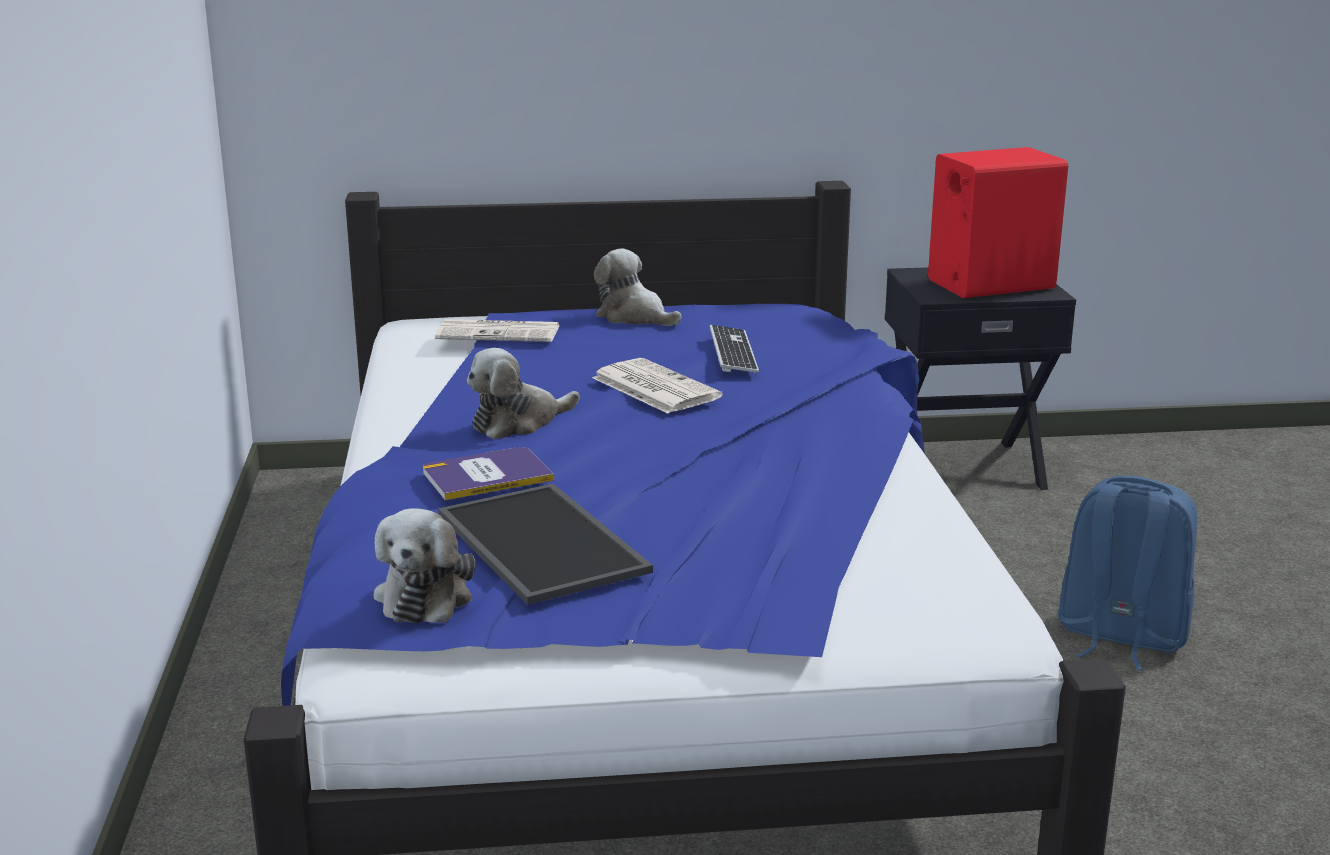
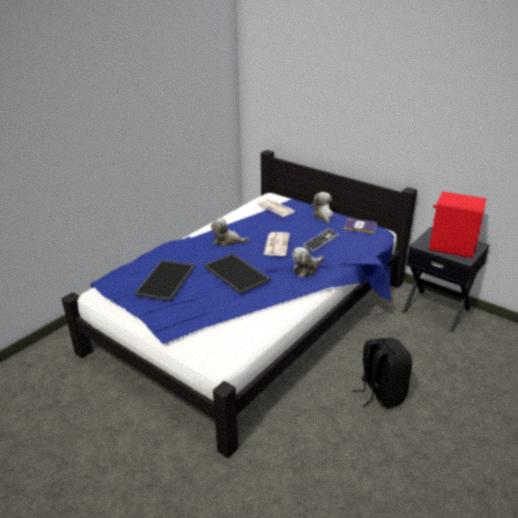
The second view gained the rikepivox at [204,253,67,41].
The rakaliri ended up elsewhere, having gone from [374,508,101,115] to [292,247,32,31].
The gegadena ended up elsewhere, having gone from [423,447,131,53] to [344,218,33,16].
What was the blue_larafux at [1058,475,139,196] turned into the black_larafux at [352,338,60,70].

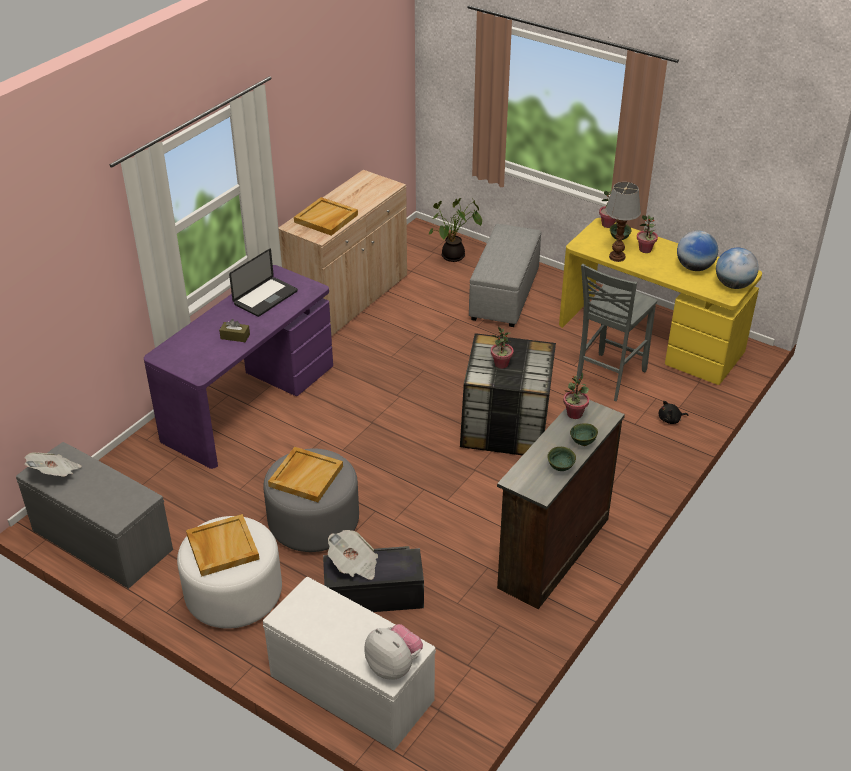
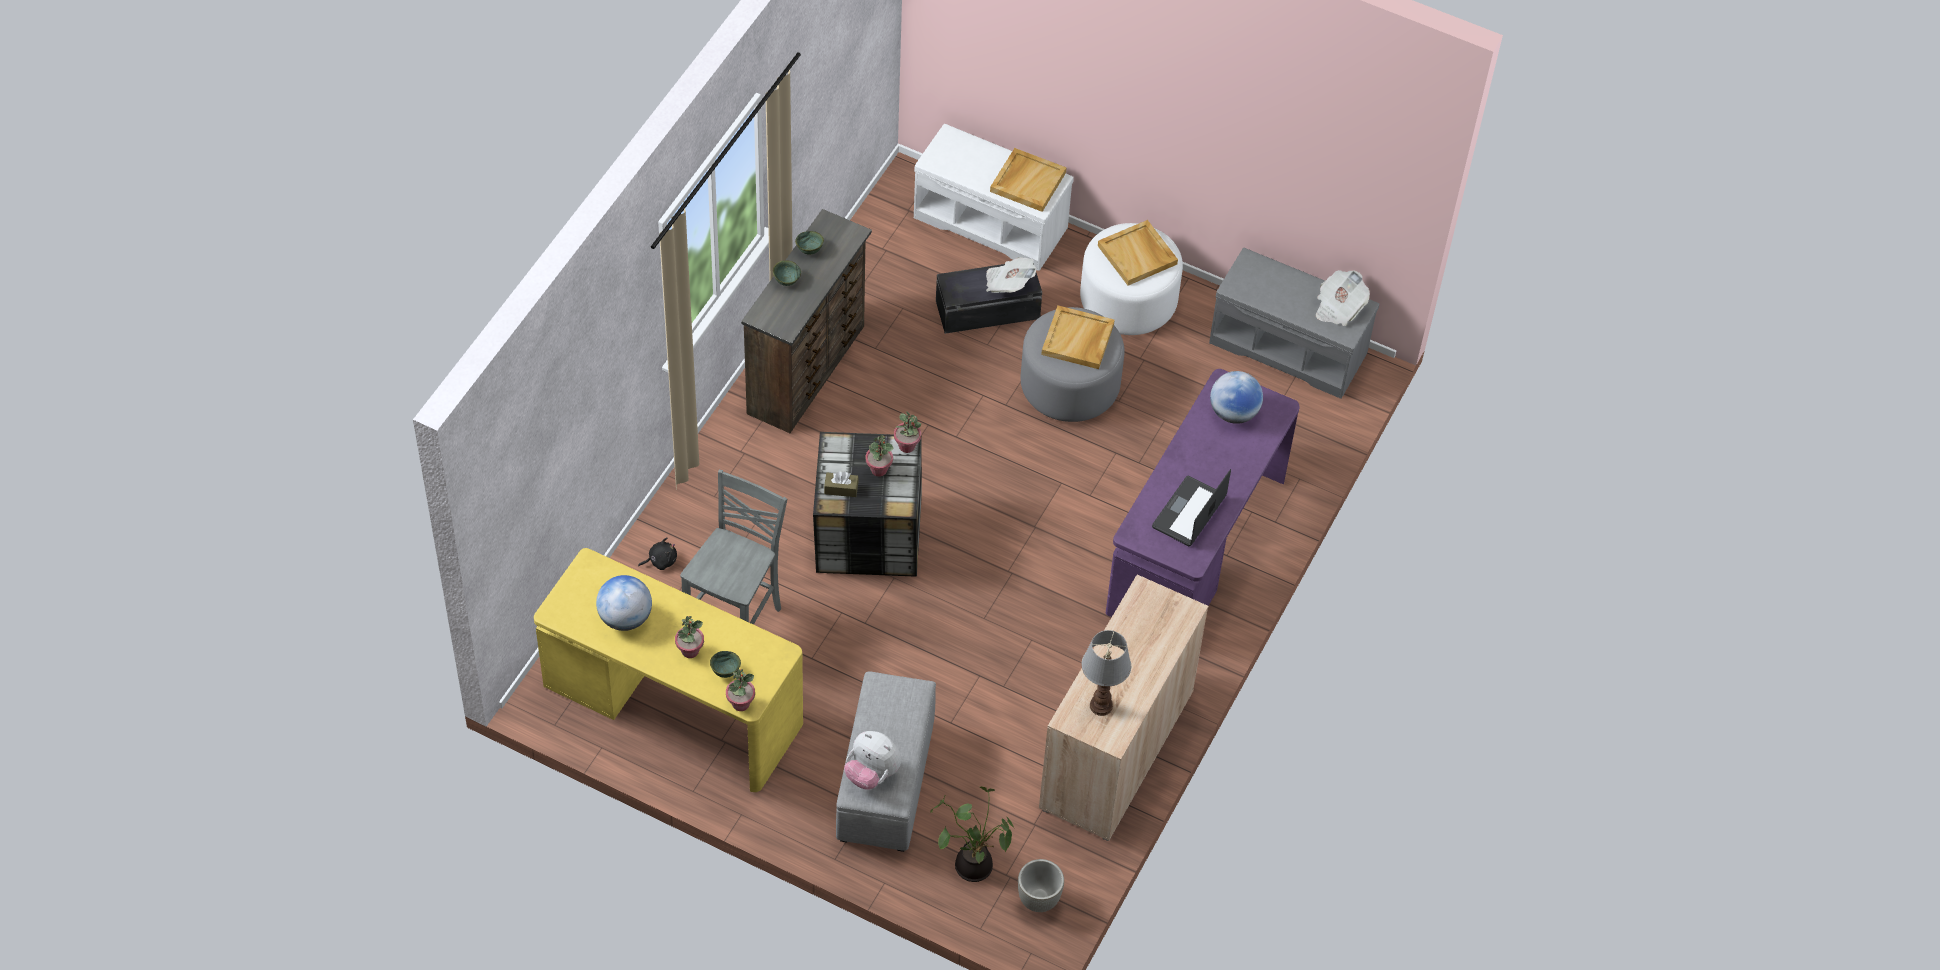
The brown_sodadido ended up elsewhere, having gone from [219,319,31,23] to [824,472,35,25].
The rakaliri ended up elsewhere, having gone from [364,624,59,56] to [844,731,57,59].
The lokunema ended up elsewhere, having gone from [563,372,26,47] to [894,412,27,41].
The beige_rikepivox ended up elsewhere, having gone from [294,197,64,39] to [990,148,77,64].
The second view gained the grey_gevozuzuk at [1018,859,46,53].
The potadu ended up elsewhere, having gone from [605,182,36,80] to [1081,630,50,86].
The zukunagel ended up elsewhere, having gone from [716,248,43,41] to [1210,371,53,53].

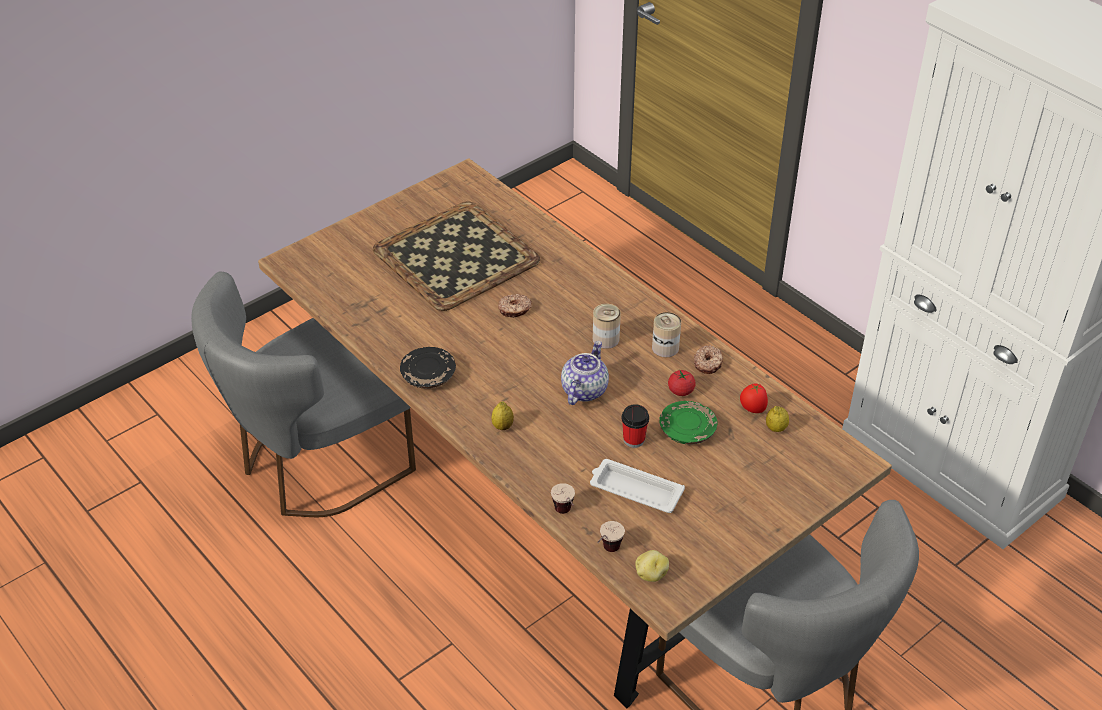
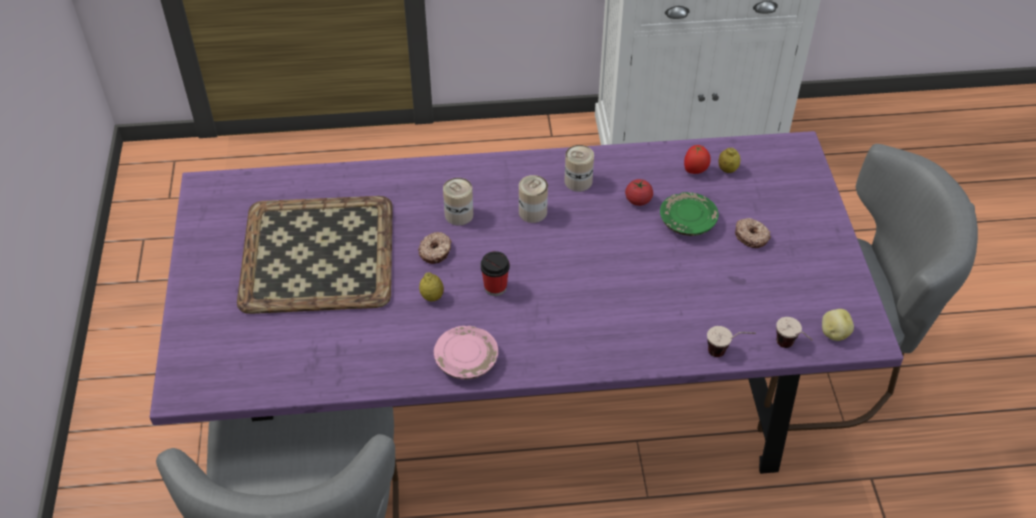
What was the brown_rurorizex at [258,158,634,550] turned into the purple_rurorizex at [150,131,753,343].
The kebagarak ended up elsewhere, having gone from [492,401,22,29] to [419,272,25,29].
What was the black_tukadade at [400,347,56,42] turned into the pink_tukadade at [434,326,64,53].
The second view gained the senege at [443,178,30,48].
The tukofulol ended up elsewhere, having gone from [621,404,28,44] to [480,251,30,45].
The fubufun ended up elsewhere, having gone from [694,345,29,29] to [735,218,36,30].
The second view lost the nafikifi at [561,341,48,64].
The second view lost the white_rikepivox at [590,459,95,54].

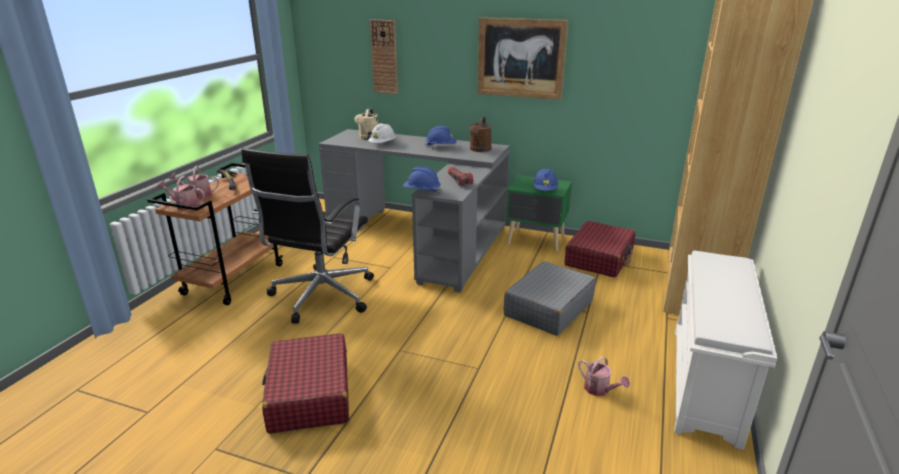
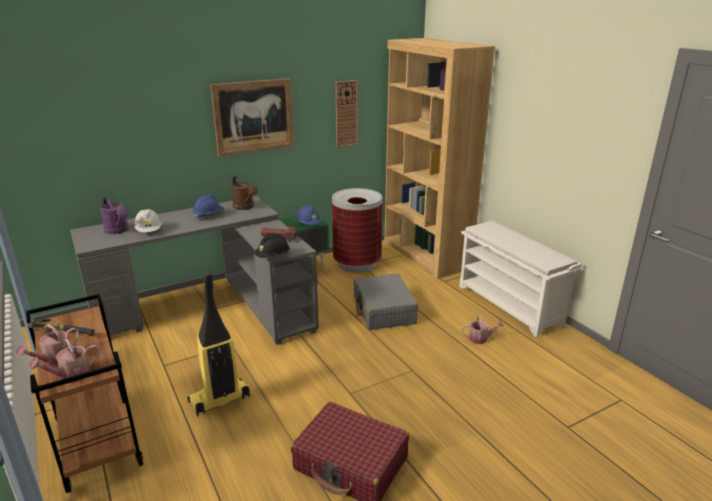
What was the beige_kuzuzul at [354,107,24,33] turned into the purple_kuzuzul at [100,197,29,37].
Where the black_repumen stood at [241,148,133,176], the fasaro came to stand at [187,271,63,145].
What was the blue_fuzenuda at [403,166,38,27] turned into the black_fuzenuda at [254,233,36,25].
Where the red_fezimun stood at [565,221,70,57], the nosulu came to stand at [332,188,51,85].
The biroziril ended up elsewhere, having gone from [370,19,28,75] to [335,80,23,68].

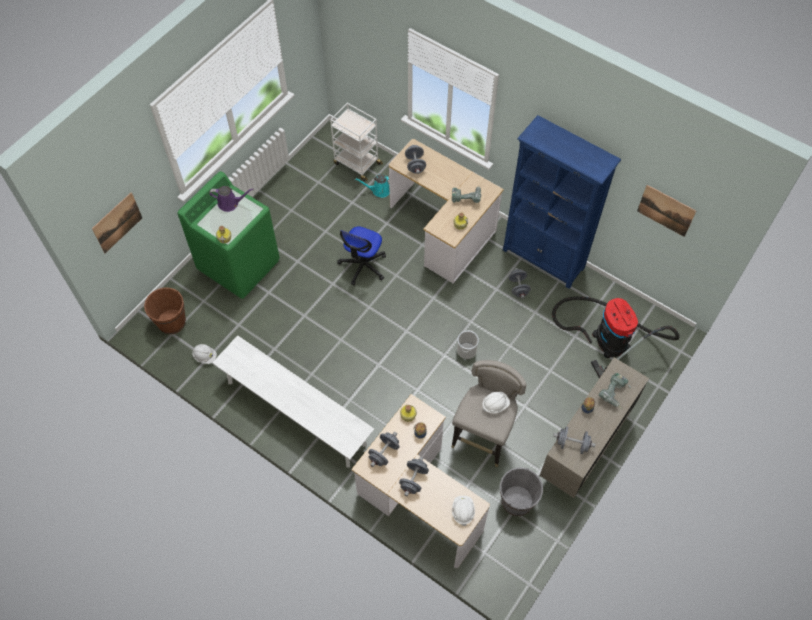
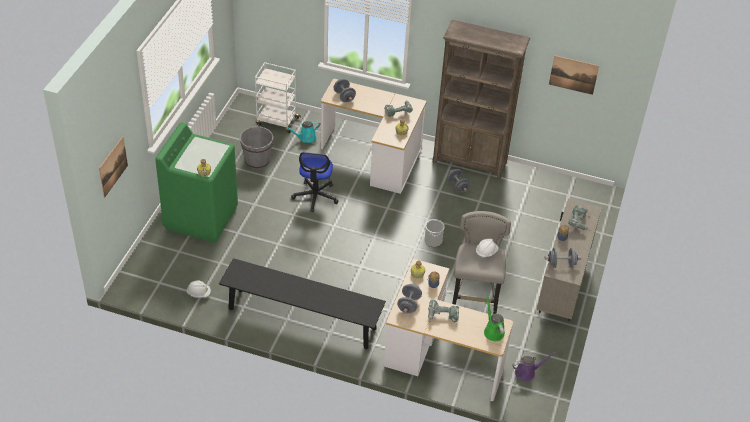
What was the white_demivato at [212,335,162,133] turned into the black_demivato at [219,258,167,91].
The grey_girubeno ended up elsewhere, having gone from [500,467,43,49] to [240,125,33,44].
Where the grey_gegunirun stood at [399,457,30,39], the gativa came to stand at [428,300,31,27].
What was the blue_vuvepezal at [503,115,118,174] turned into the brown_vuvepezal at [433,20,97,159].
Where the white_fuzenuda stood at [452,496,23,30], the green_kuzuzul came to stand at [484,293,21,48].
The purple_kuzuzul ended up elsewhere, having gone from [209,186,45,26] to [512,352,44,29].
The second view lost the brown_girubeno at [144,288,42,46].
The second view lost the fasaro at [552,296,128,82].

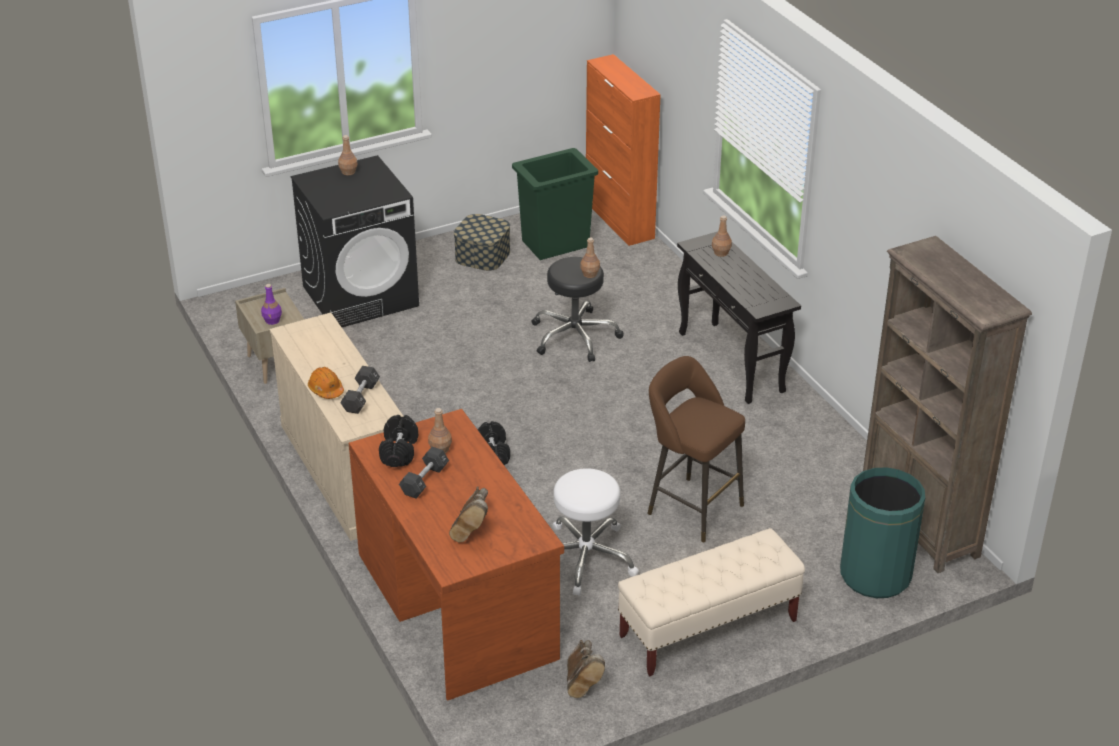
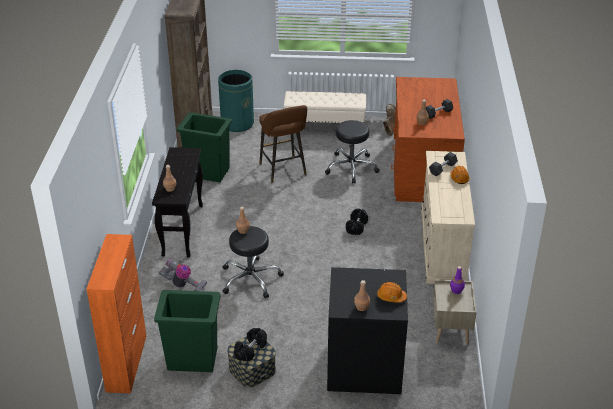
The second view gained the fasaro at [159,258,48,33].
The second view gained the green_nosulu at [177,112,55,70].
The black_gegunirun ended up elsewhere, having gone from [379,415,39,52] to [234,328,33,33].
What was the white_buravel at [553,468,86,128] turned into the black_buravel at [325,120,55,63].
The second view gained the orange_fuzenuda at [377,282,30,21].
The second view lost the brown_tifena at [449,486,39,56].

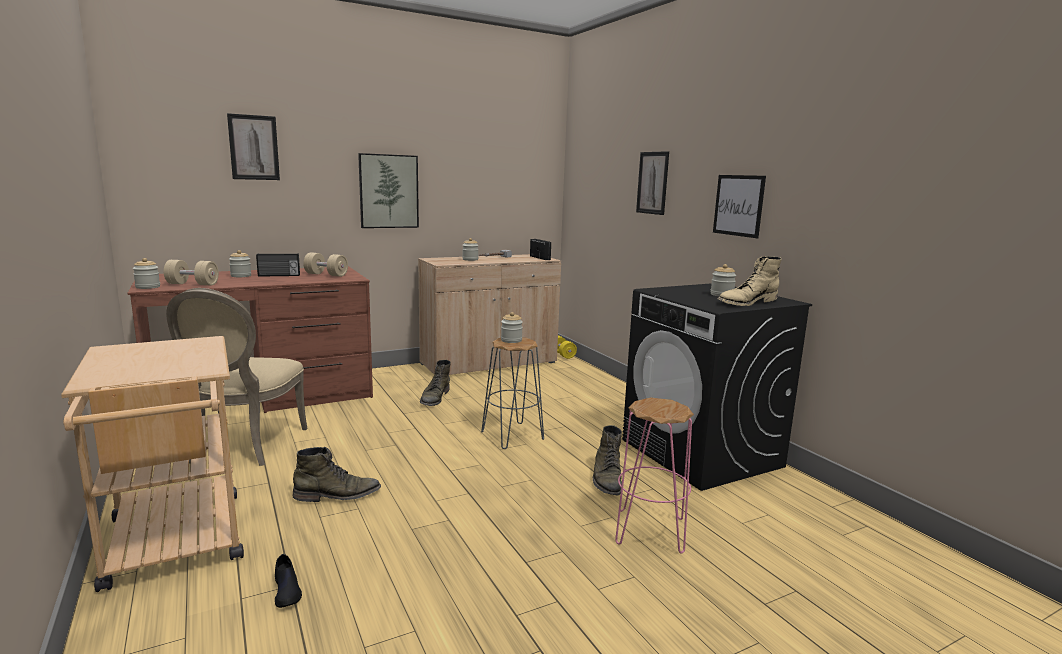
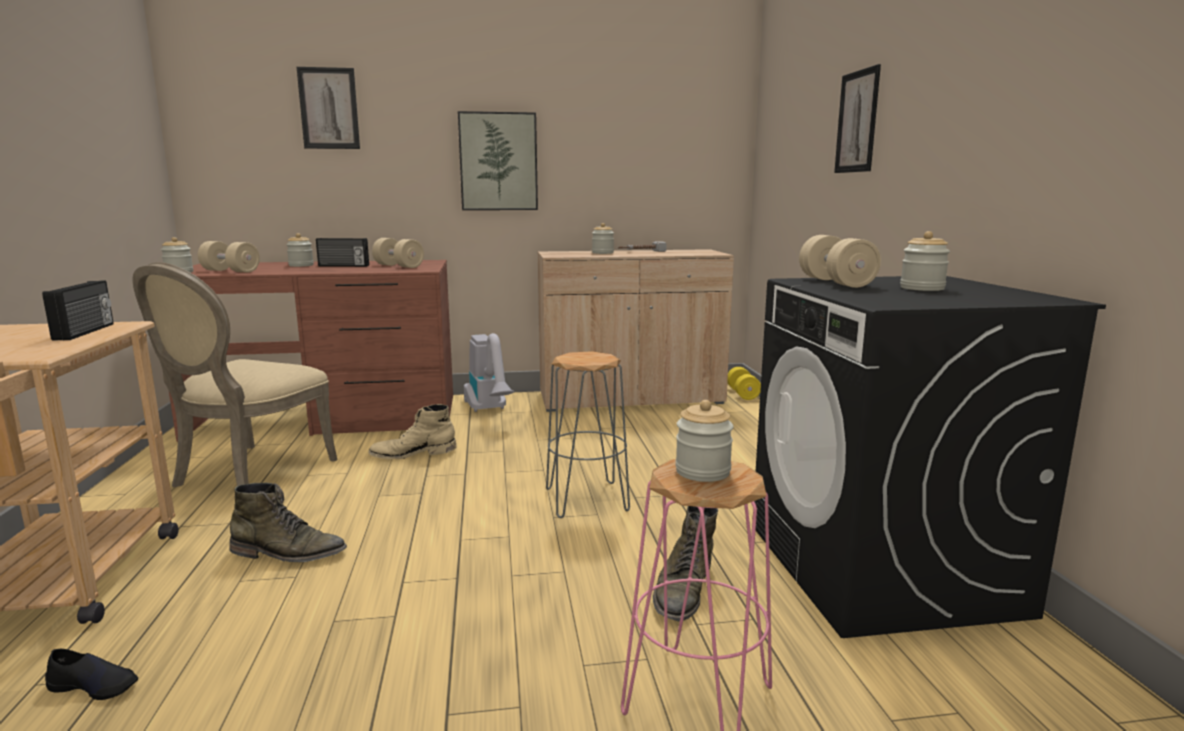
The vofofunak ended up elsewhere, having gone from [530,239,21,21] to [42,281,72,60].
The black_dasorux at [275,554,27,54] ended up facing another way, 75 degrees counterclockwise from before.
The beige_tifena ended up elsewhere, having gone from [718,256,64,50] to [368,404,89,56].
The second view gained the fasaro at [464,333,50,79].
The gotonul ended up elsewhere, having gone from [501,312,22,31] to [675,400,58,82].
The second view gained the beige_gegunirun at [799,235,82,53].
The second view lost the green_tifena at [420,360,31,46].
The second view lost the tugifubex at [713,175,53,63].

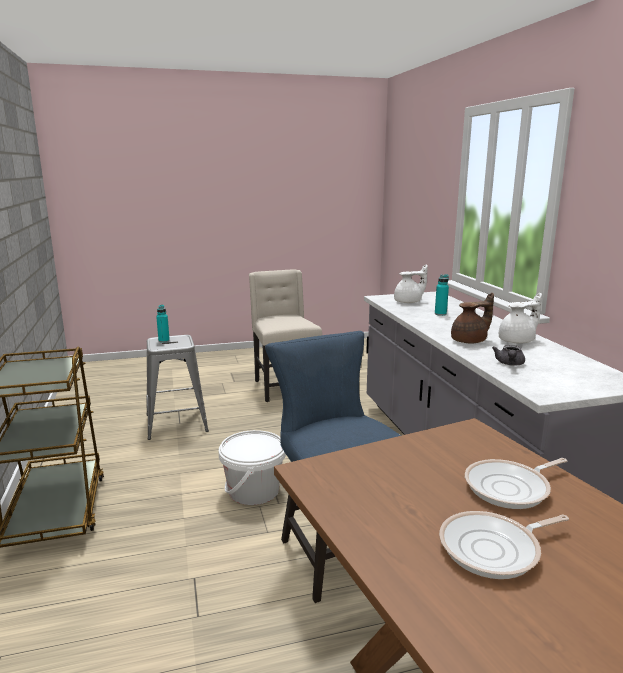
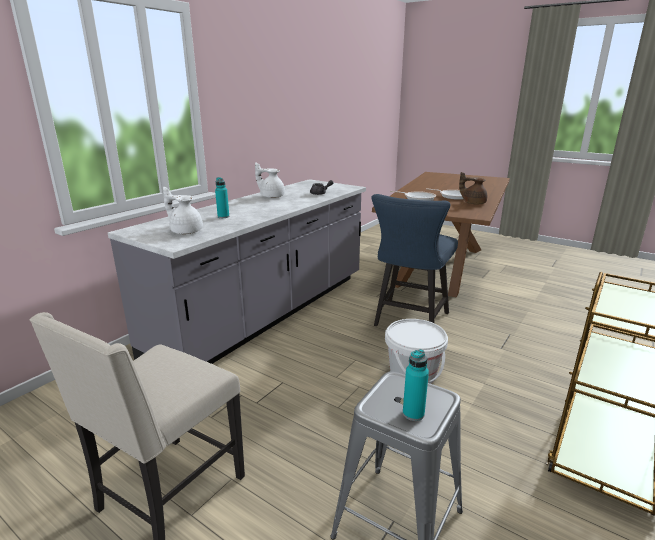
The brown_nafikifi ended up elsewhere, having gone from [451,293,43,50] to [459,172,28,32].

